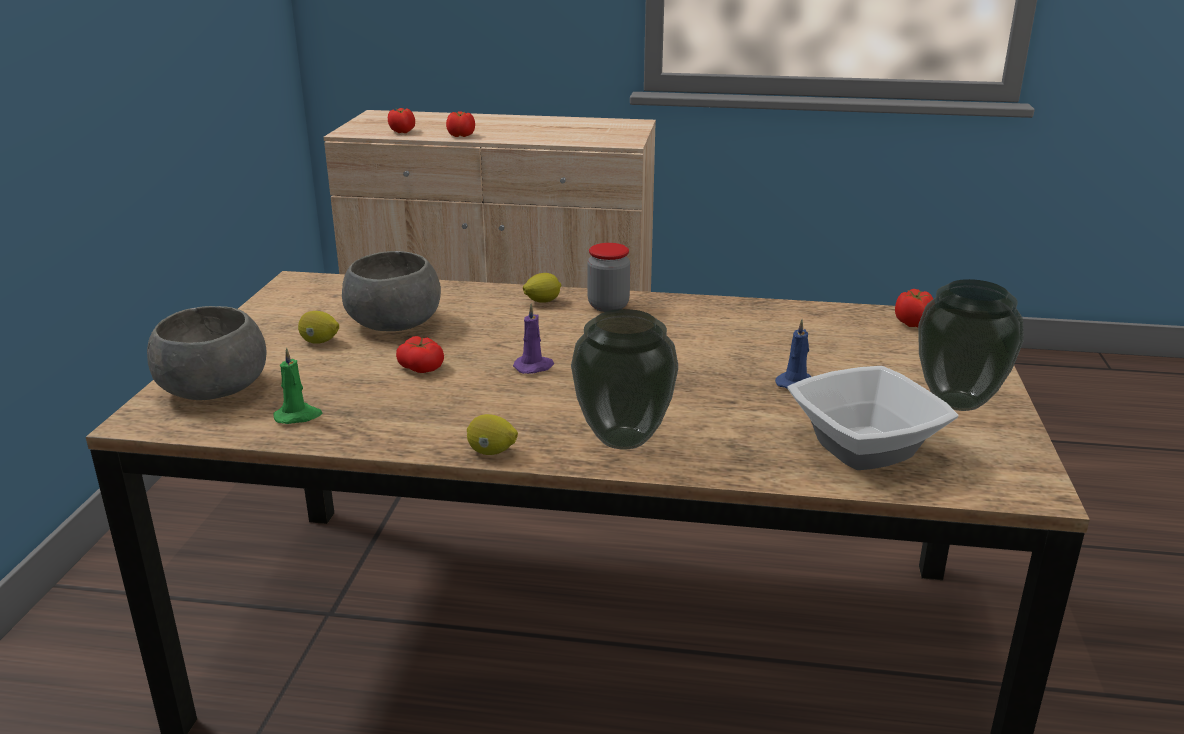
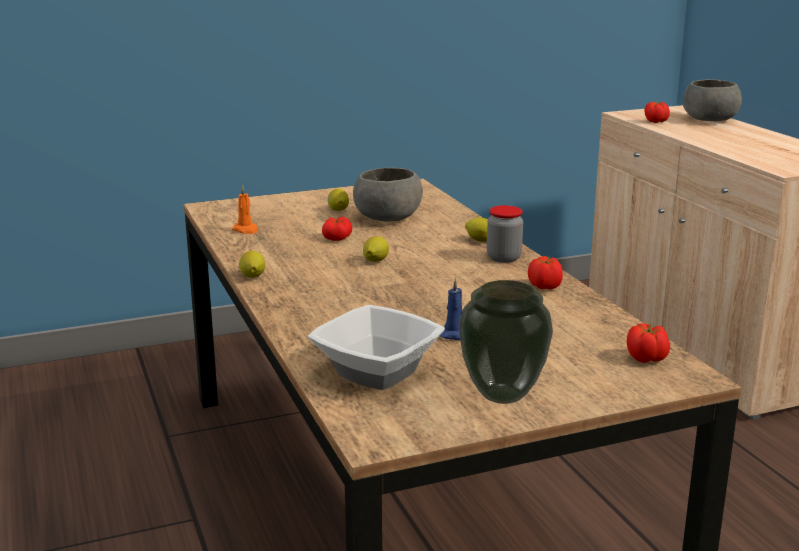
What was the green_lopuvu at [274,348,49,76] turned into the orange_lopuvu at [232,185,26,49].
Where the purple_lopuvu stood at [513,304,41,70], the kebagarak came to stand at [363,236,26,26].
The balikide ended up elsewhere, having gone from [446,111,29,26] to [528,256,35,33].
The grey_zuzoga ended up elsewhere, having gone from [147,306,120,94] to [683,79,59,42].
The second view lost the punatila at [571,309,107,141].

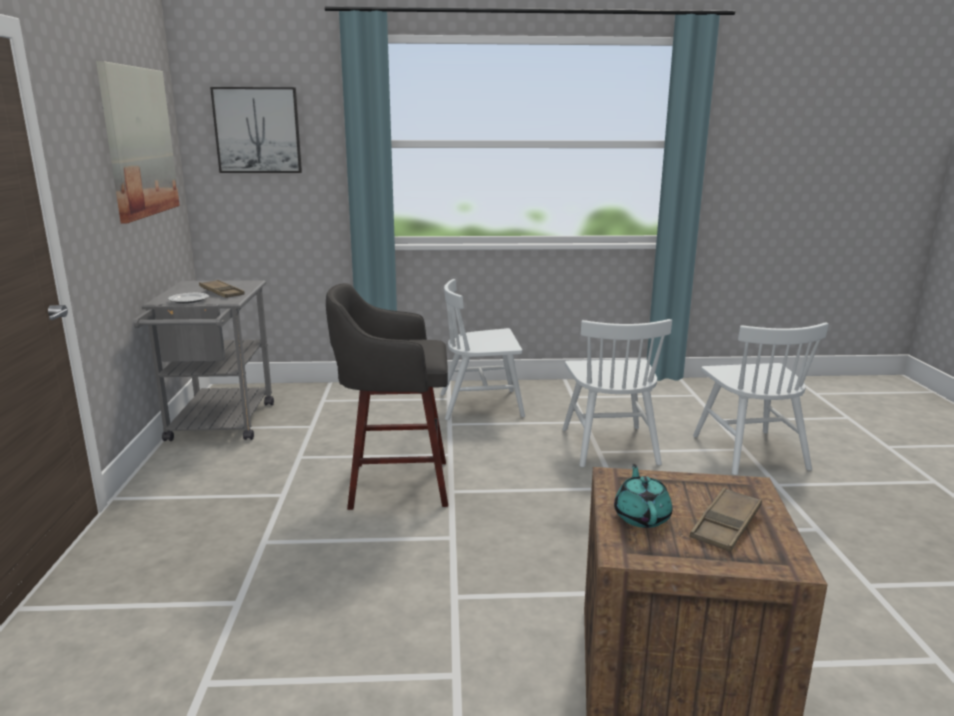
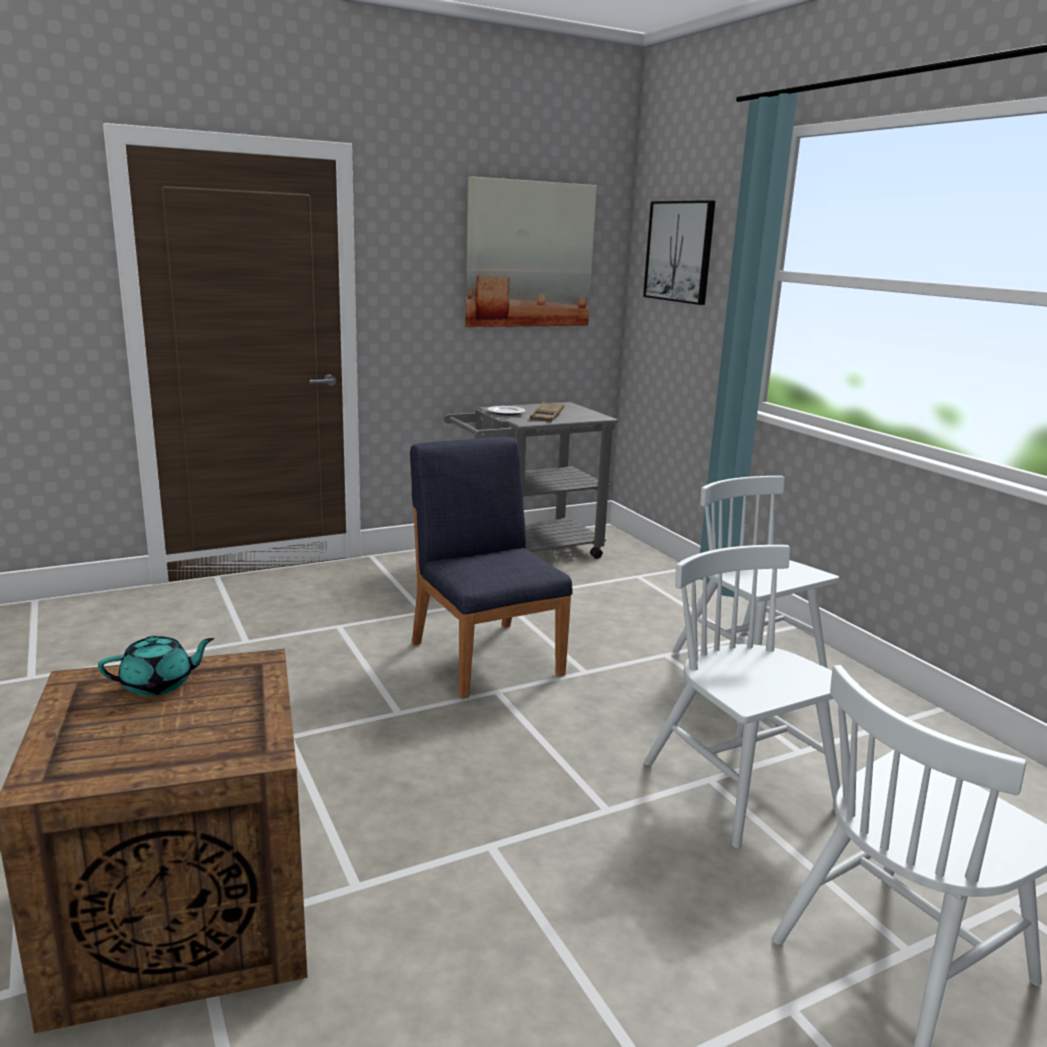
Where the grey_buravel stood at [326,283,122,227], the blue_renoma came to stand at [410,436,163,263].
The white_renoma at [562,319,110,148] ended up facing another way, 90 degrees clockwise from before.
The second view lost the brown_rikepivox at [689,487,73,65].

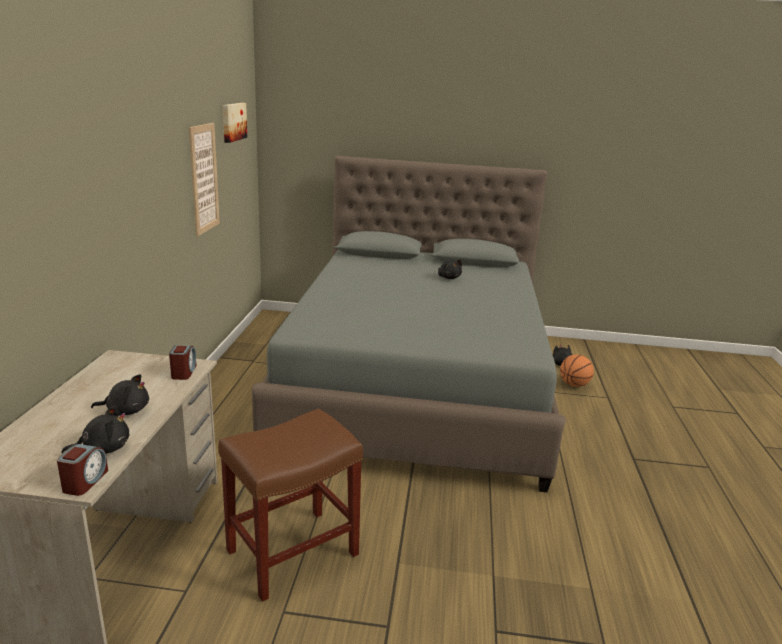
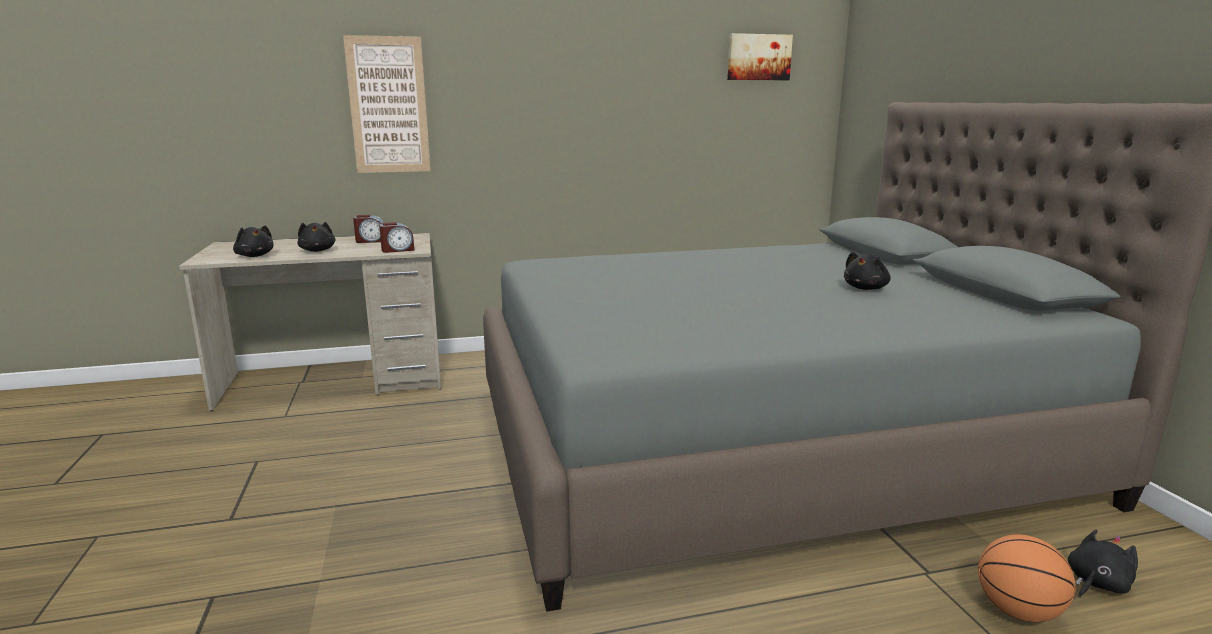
The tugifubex ended up elsewhere, having gone from [189,123,31,113] to [343,35,88,138].
The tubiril ended up elsewhere, having gone from [57,444,51,52] to [353,215,31,28].
The second view lost the brown_buravel at [218,408,145,194].

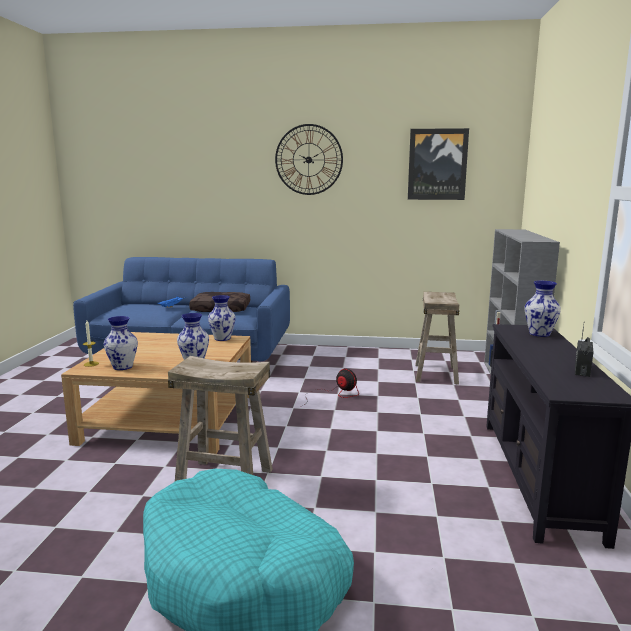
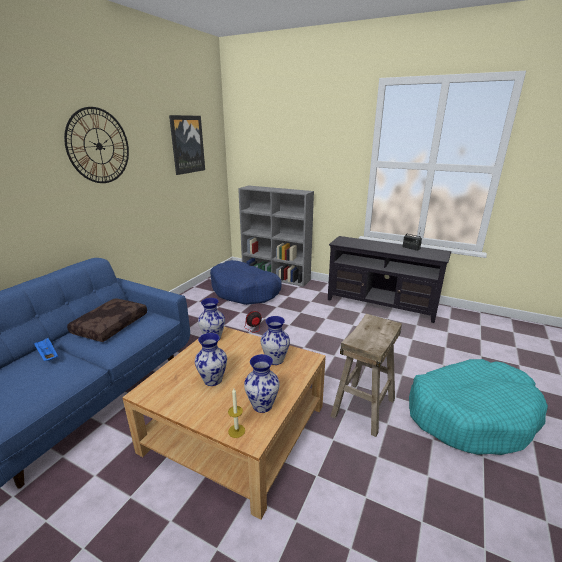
The punatila ended up elsewhere, having gone from [525,281,36,56] to [195,333,32,53].
Where the beige_buravel stood at [415,292,44,92], the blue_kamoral came to stand at [210,260,72,45].

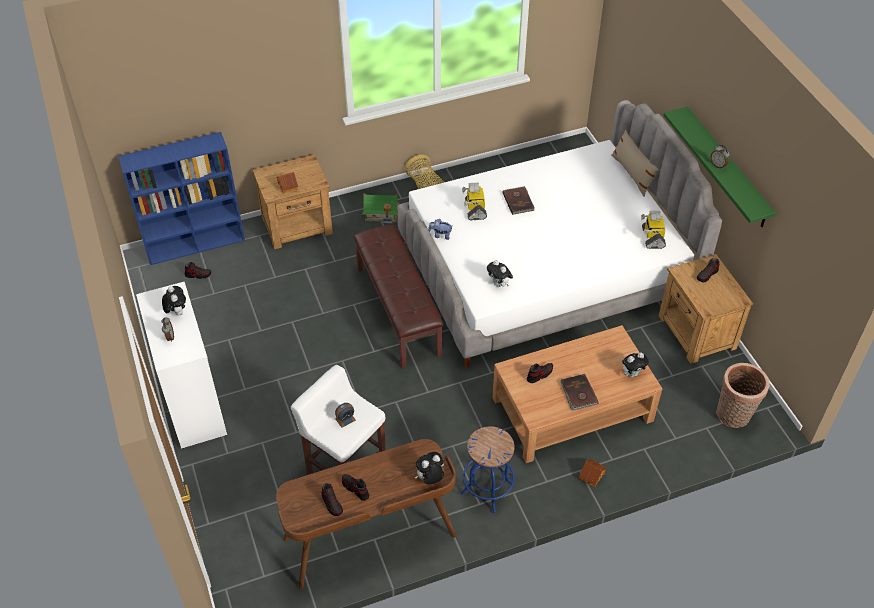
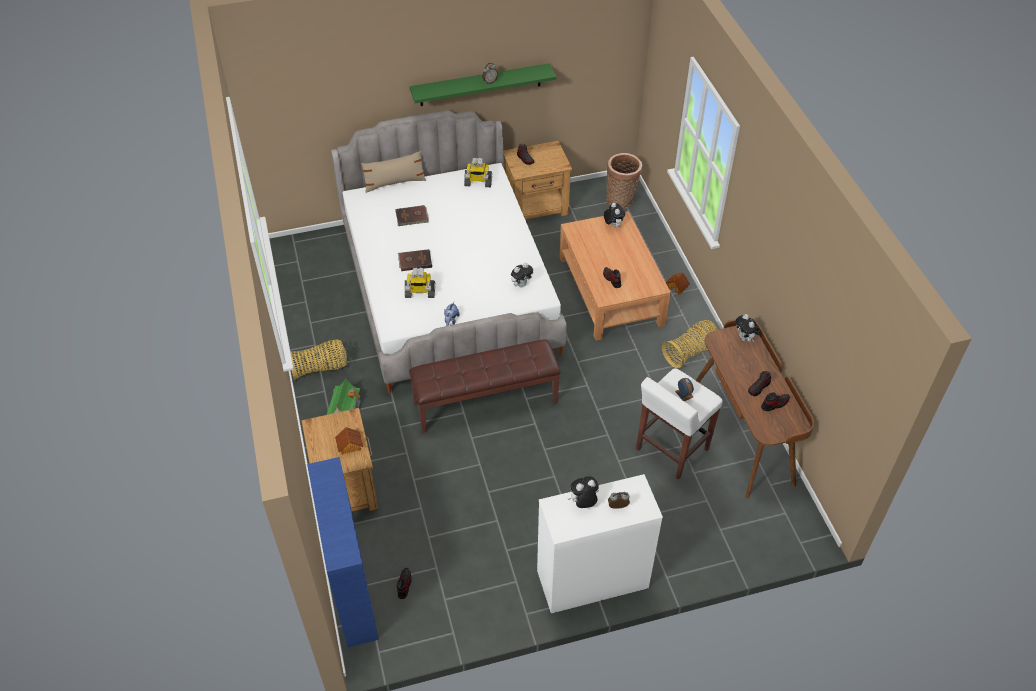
The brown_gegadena ended up elsewhere, having gone from [560,374,39,36] to [395,205,34,21].
Where the blue_buravel stood at [461,426,54,87], the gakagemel came to stand at [662,320,56,48].

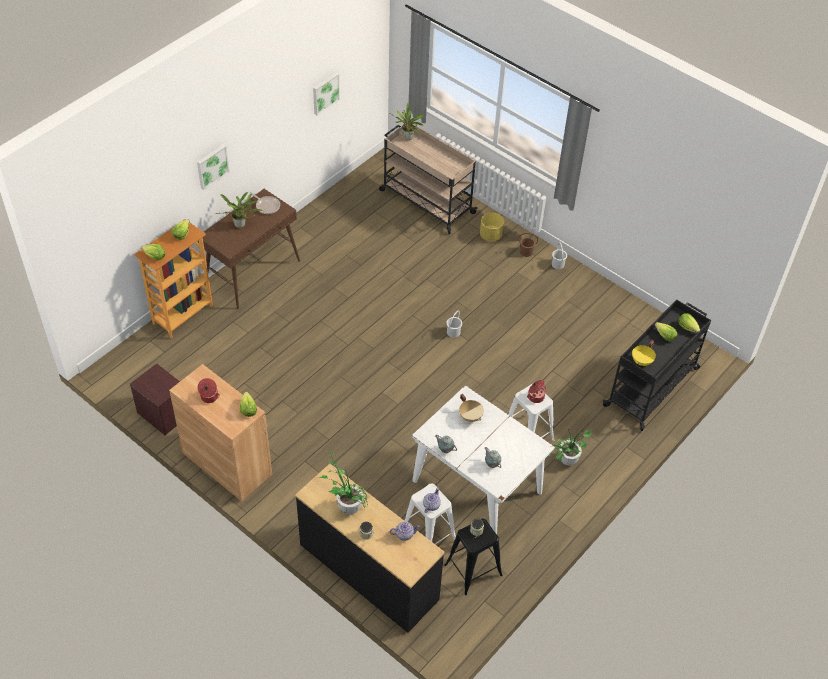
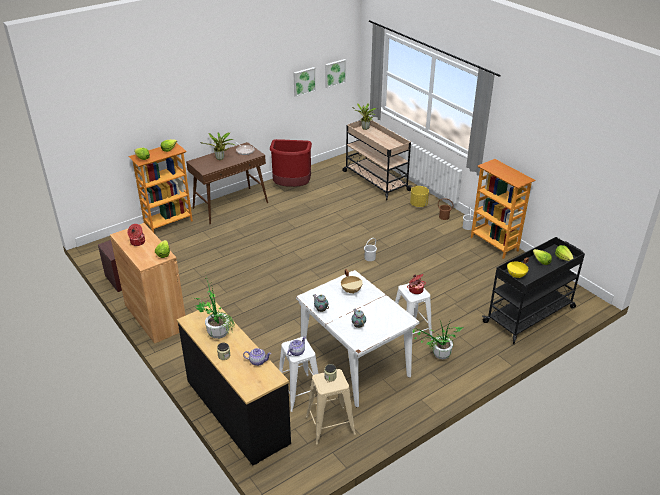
The second view gained the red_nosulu at [270,139,42,48].
What was the black_buravel at [444,519,58,76] turned into the beige_buravel at [306,369,50,75].
The tugifubex ended up elsewhere, having gone from [197,144,33,46] to [325,59,21,29].
The second view gained the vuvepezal at [471,159,64,100].

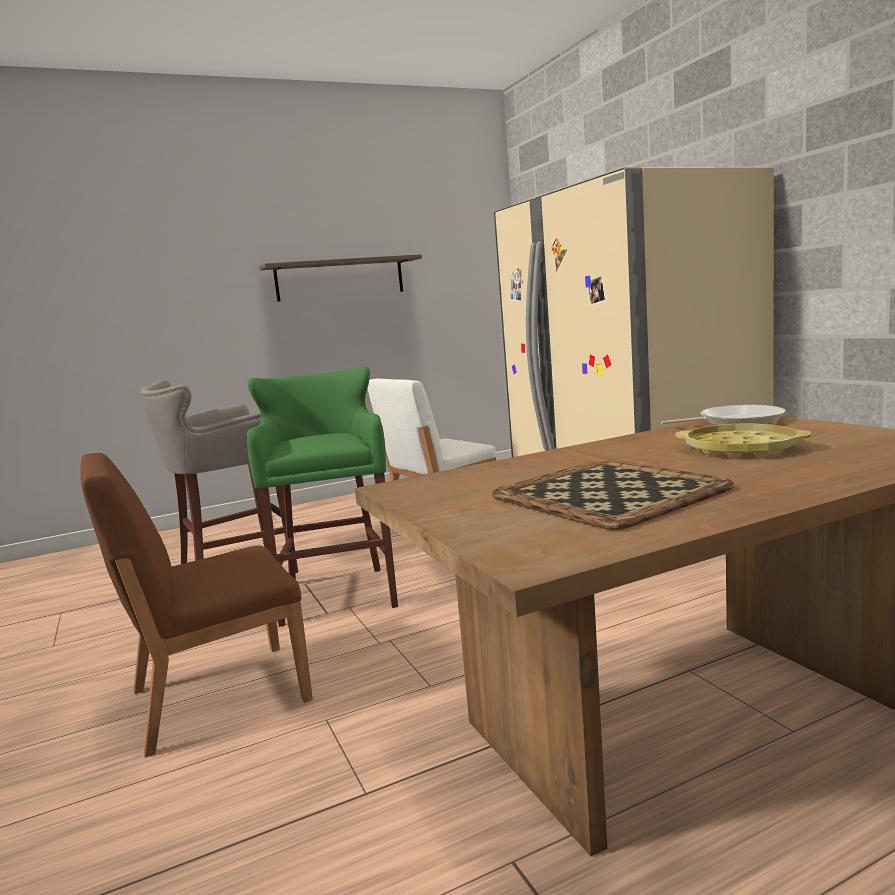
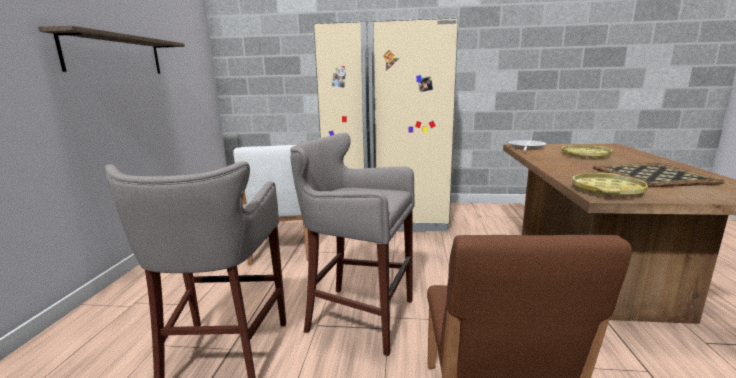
What was the green_buravel at [247,366,151,261] turned into the grey_buravel at [290,133,125,223].
The second view gained the yellow_rikepivox at [572,173,76,24].

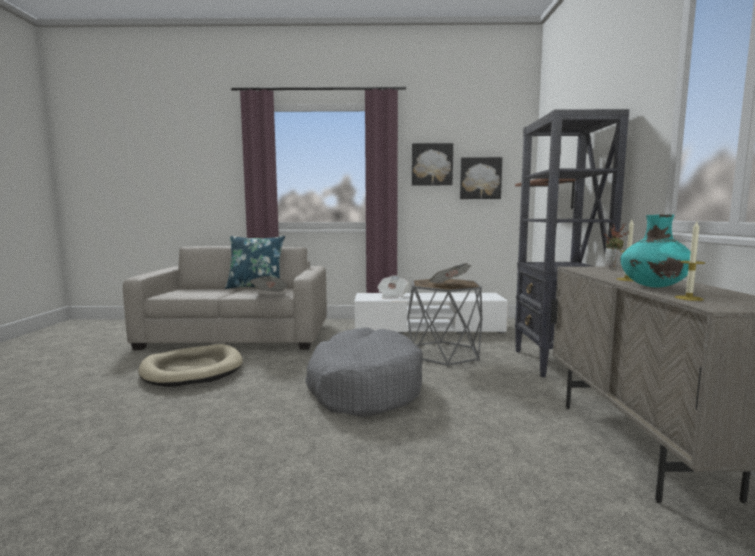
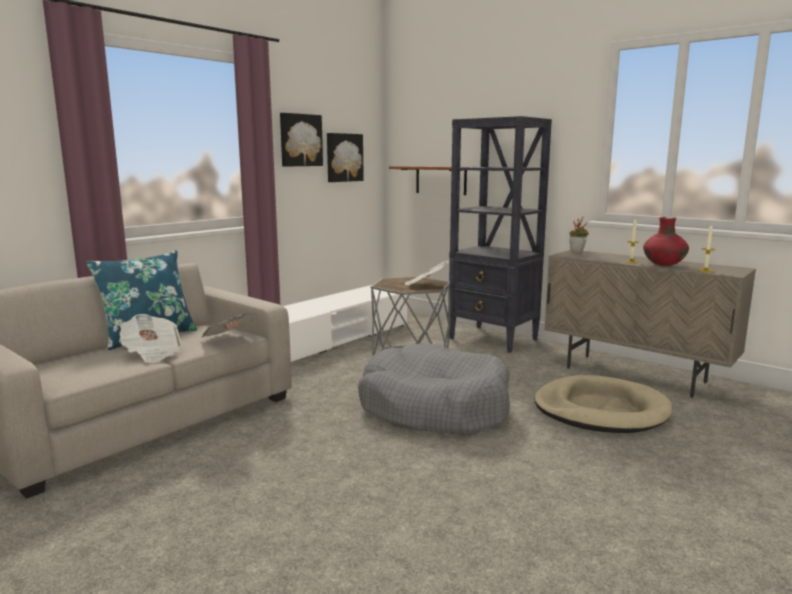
The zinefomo ended up elsewhere, having gone from [377,275,32,24] to [119,314,62,49].
The beige_kamoral ended up elsewhere, having gone from [138,344,105,43] to [534,375,138,58].
What was the turquoise_punatila at [620,214,71,74] turned into the red_punatila at [643,217,46,49].

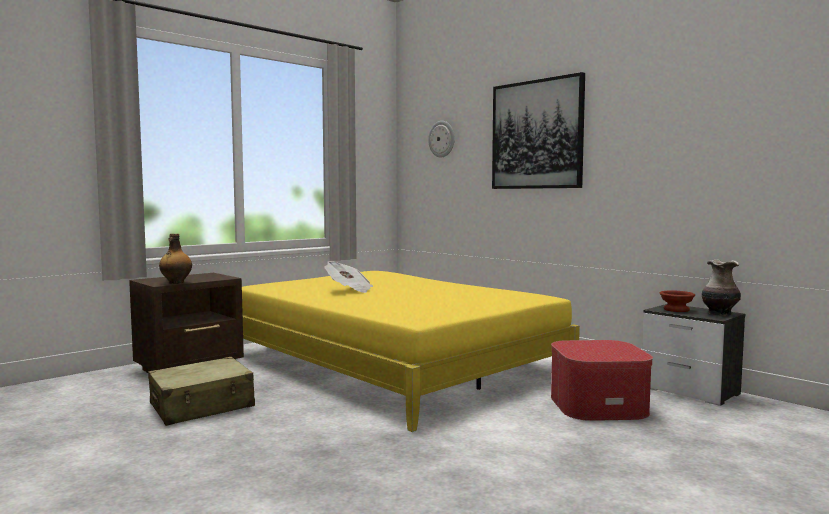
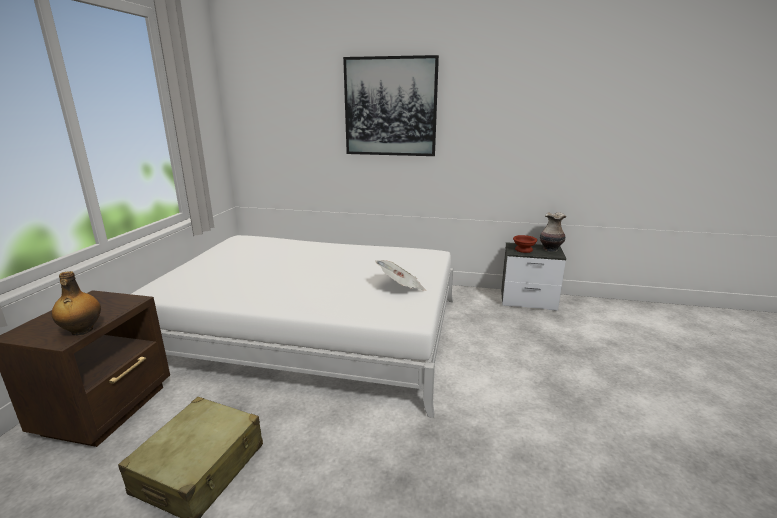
What was the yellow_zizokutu at [242,271,338,161] turned into the white_zizokutu at [132,235,321,183].
The zinefomo ended up elsewhere, having gone from [324,261,49,32] to [375,260,51,31].
The second view lost the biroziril at [428,121,27,37].
The second view lost the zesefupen at [551,340,102,81].

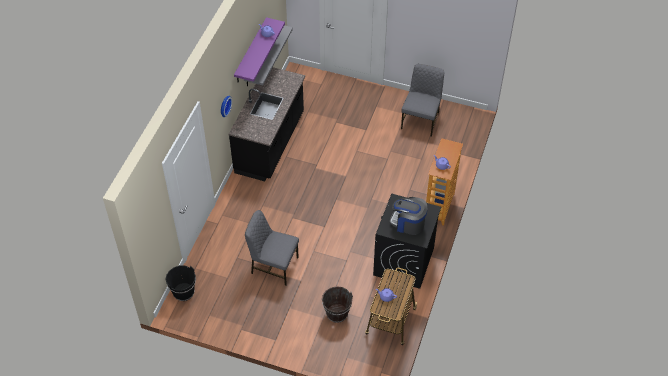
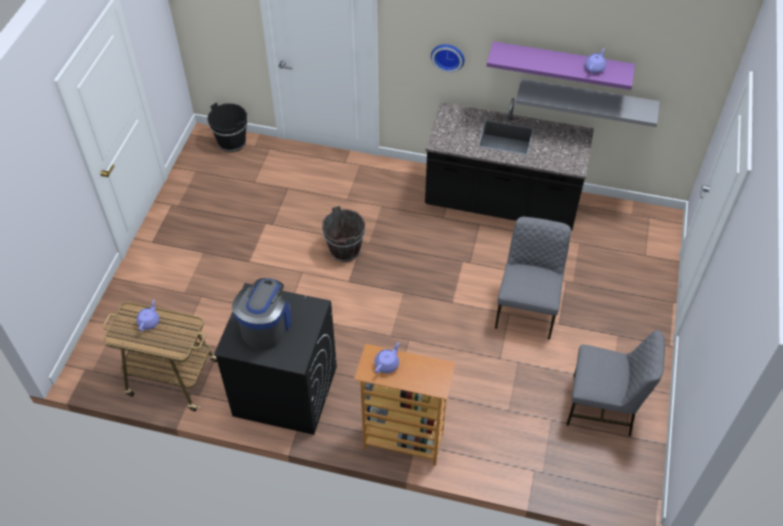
The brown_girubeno ended up elsewhere, having gone from [322,286,31,37] to [322,206,43,56].
The grey_renoma ended up elsewhere, having gone from [245,210,54,75] to [495,217,76,123].

